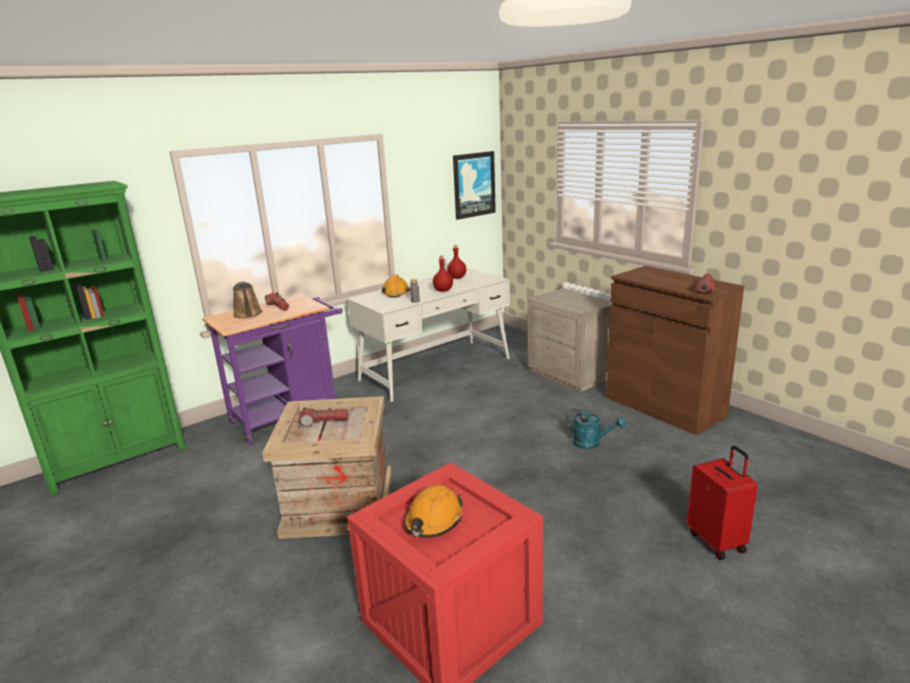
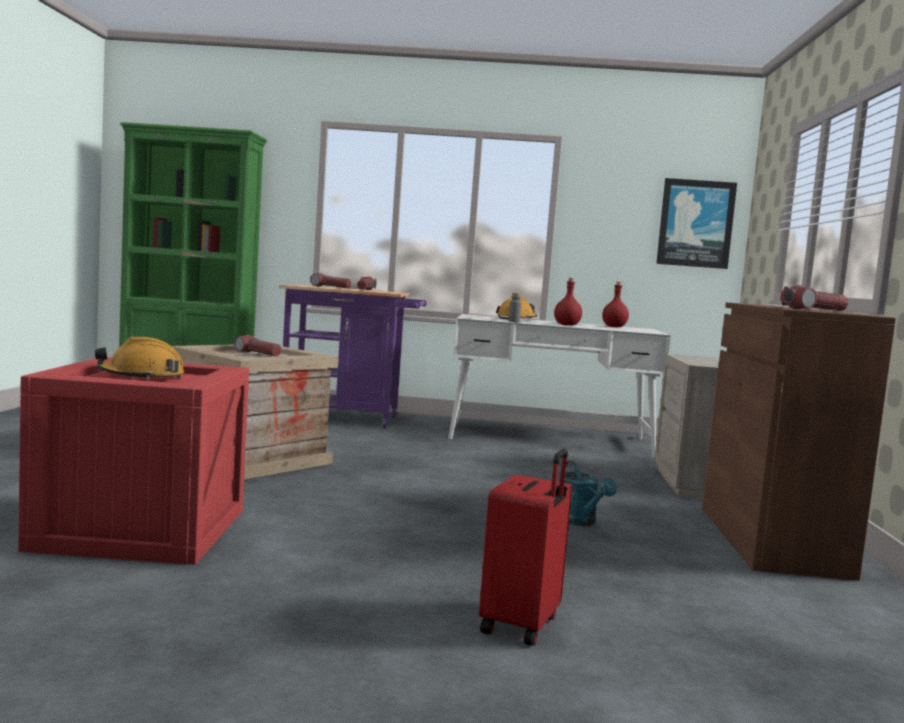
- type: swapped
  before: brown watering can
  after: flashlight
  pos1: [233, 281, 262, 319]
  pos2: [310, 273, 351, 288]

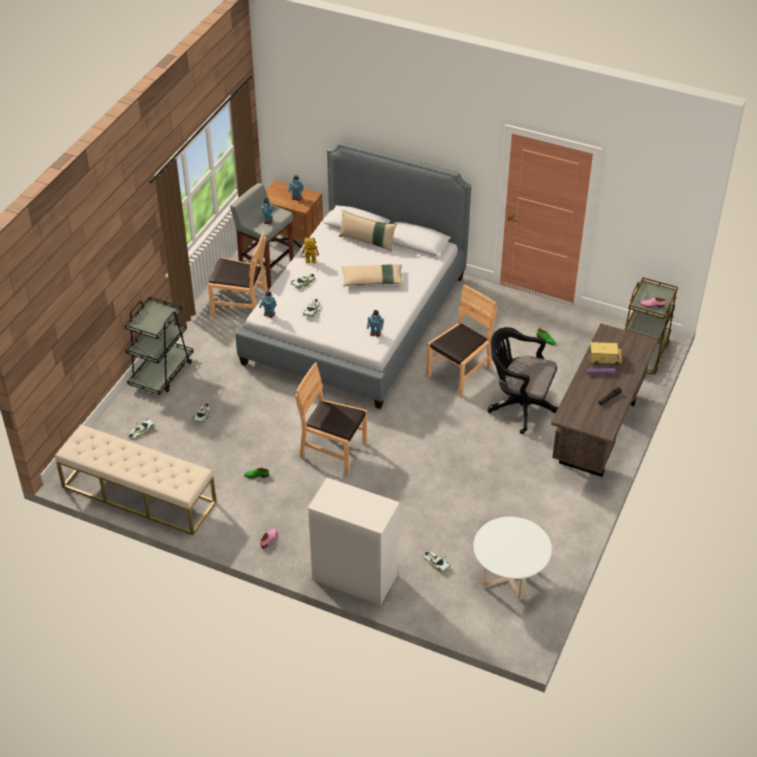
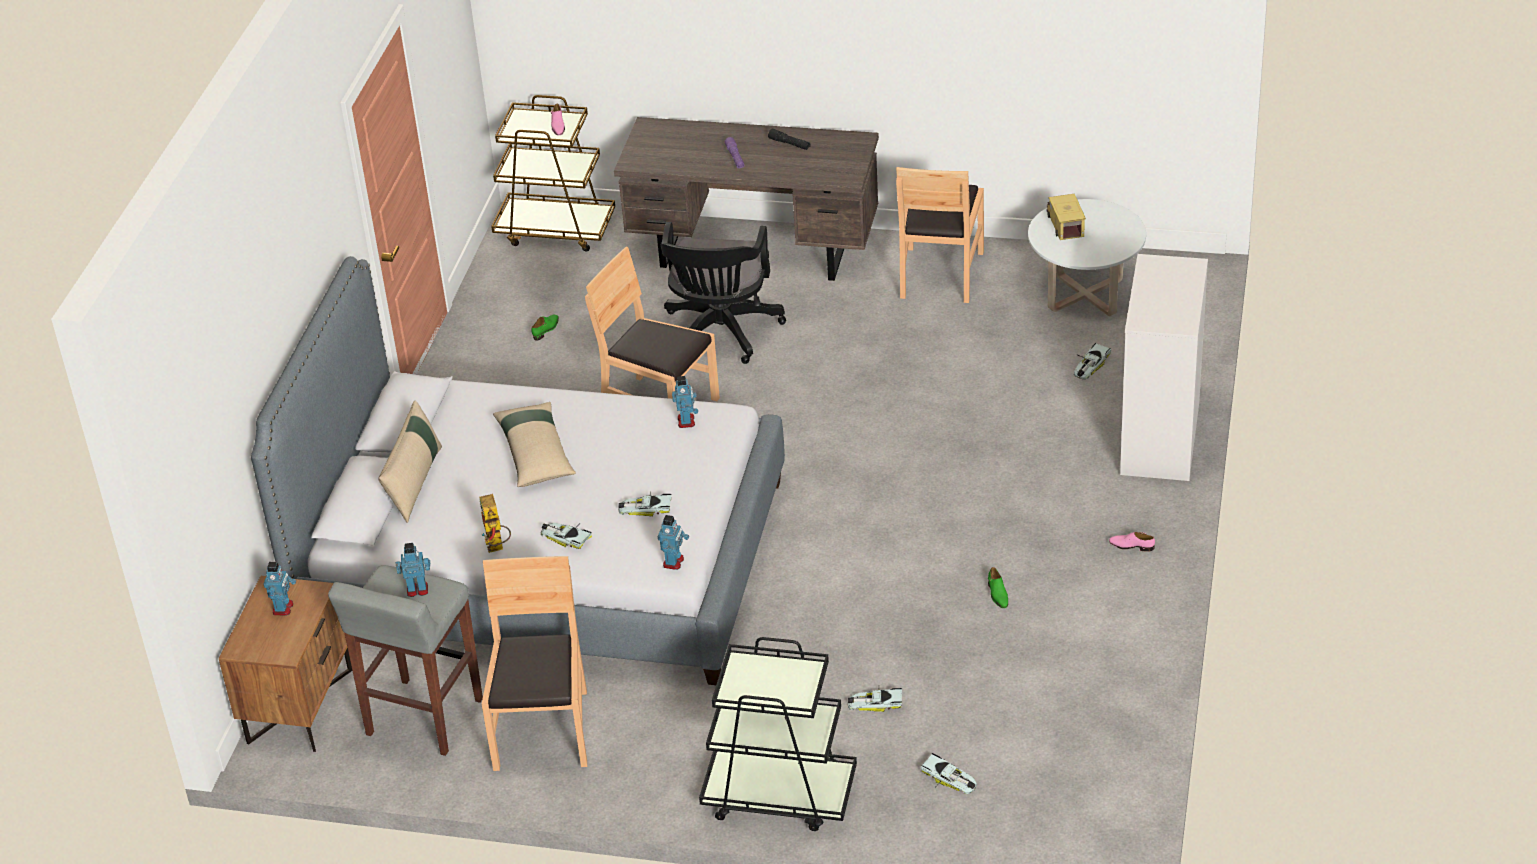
- type: gone
  before: beige bench
  pos1: [55, 424, 217, 535]
- type: shifted
  before: brown chair
  pos1: [295, 362, 367, 475]
  pos2: [896, 167, 984, 303]
- type: shifted
  before: toy truck
  pos1: [589, 342, 623, 365]
  pos2: [1046, 194, 1086, 240]

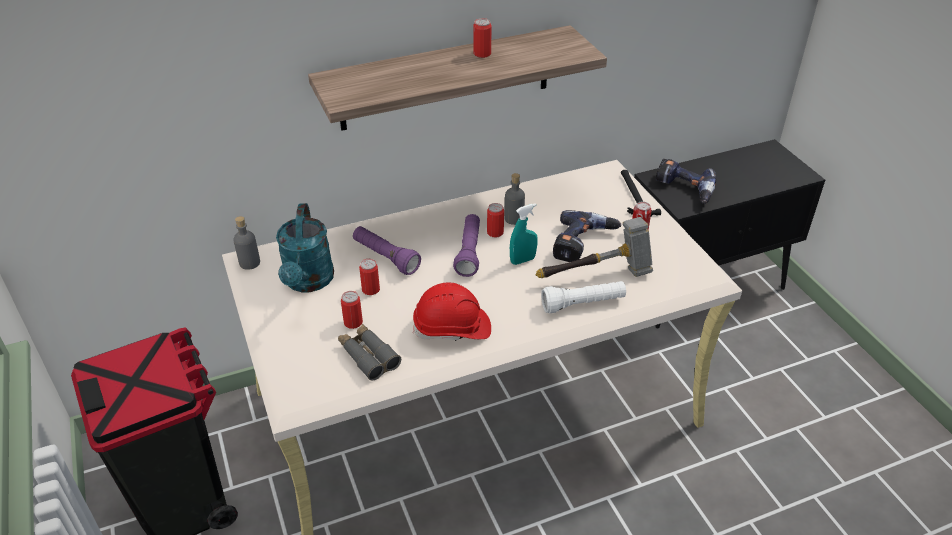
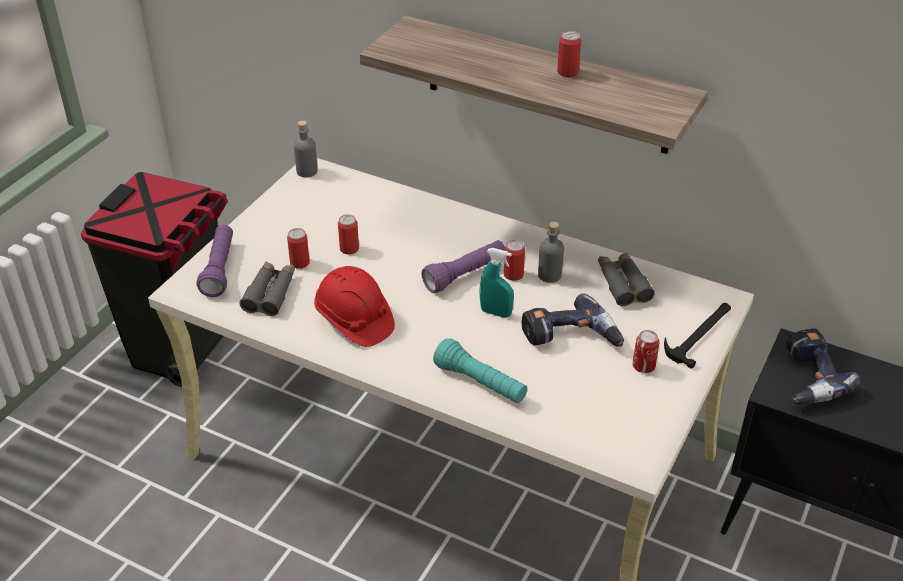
- type: gone
  before: turquoise watering can
  pos1: [276, 203, 334, 293]
- type: gone
  before: hammer
  pos1: [536, 217, 653, 278]
- type: new
  after: grey binoculars
  pos2: [598, 252, 655, 306]
- type: shifted
  before: purple flashlight
  pos1: [353, 226, 421, 275]
  pos2: [197, 225, 233, 297]
- type: repainted
  before: white flashlight
  after: turquoise flashlight
  pos1: [541, 281, 626, 314]
  pos2: [433, 338, 527, 403]

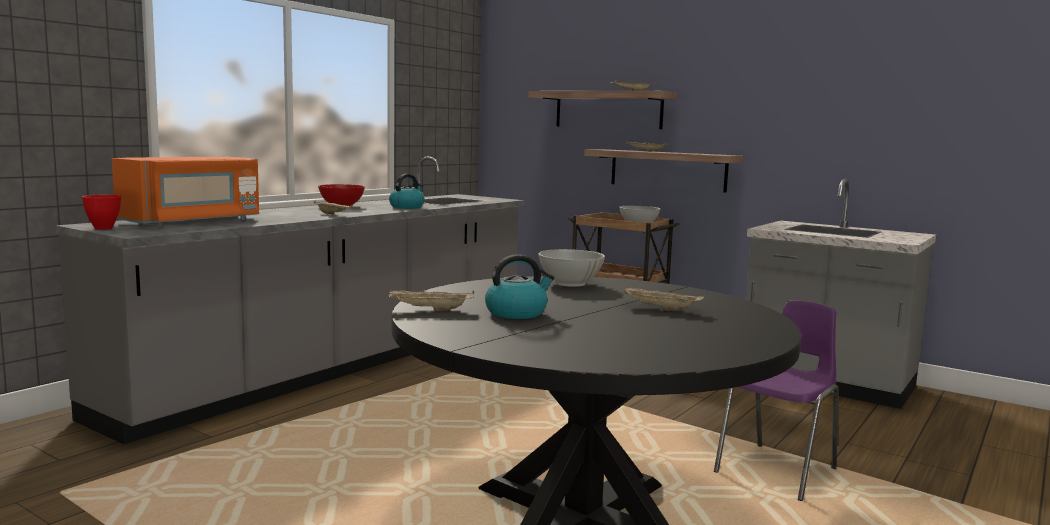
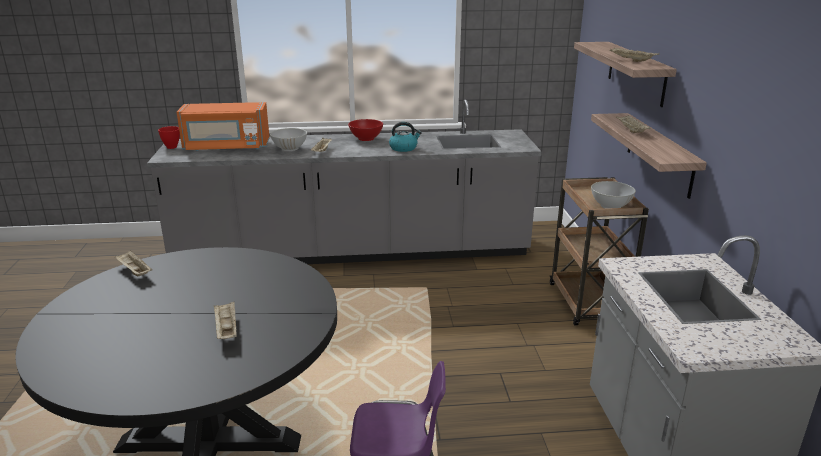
- type: gone
  before: kettle
  pos1: [485, 254, 554, 319]
- type: shifted
  before: white bowl
  pos1: [538, 249, 605, 287]
  pos2: [270, 128, 307, 151]

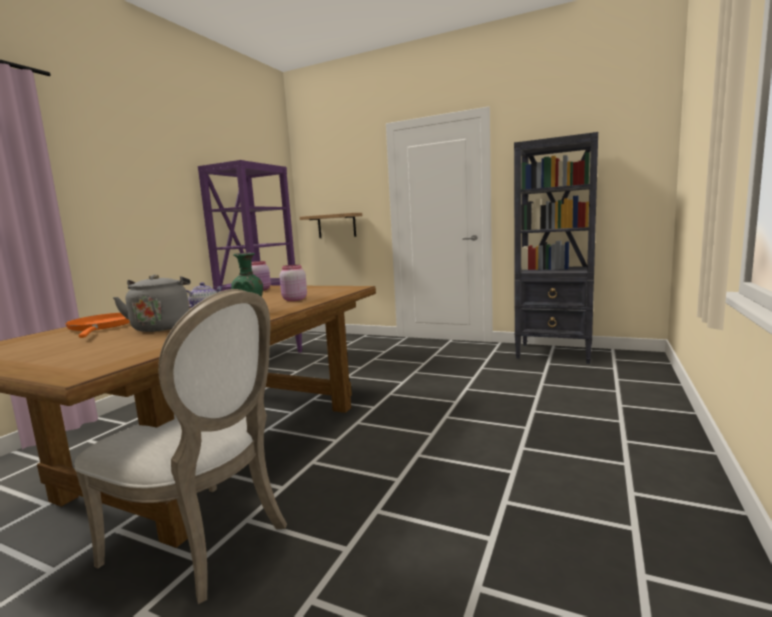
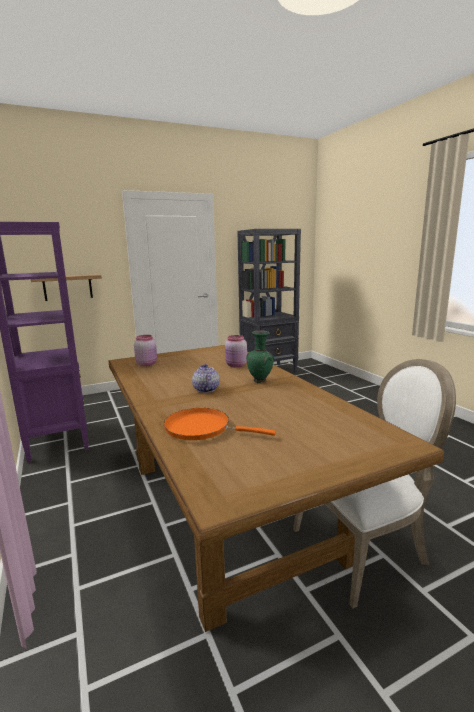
- type: gone
  before: grey kettle
  pos1: [113, 275, 190, 332]

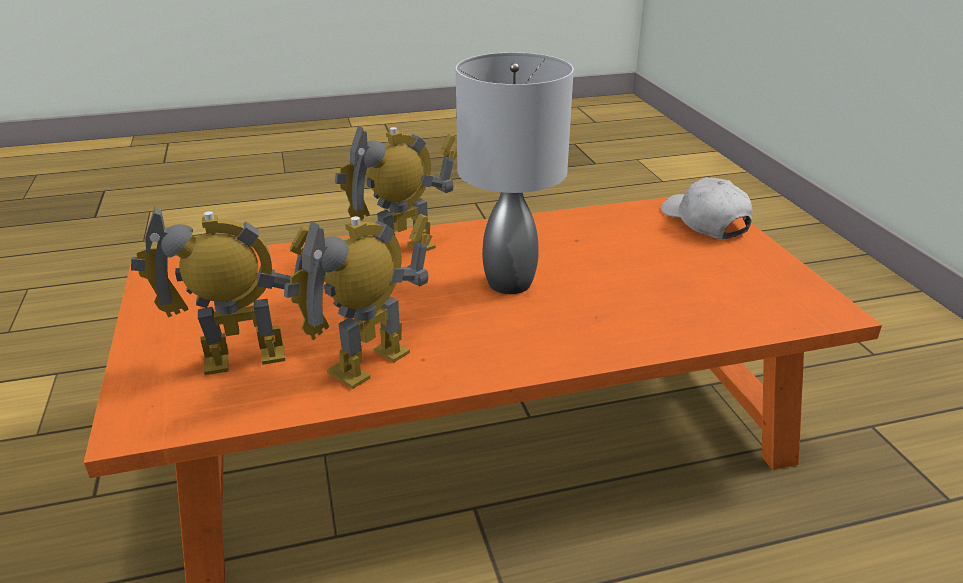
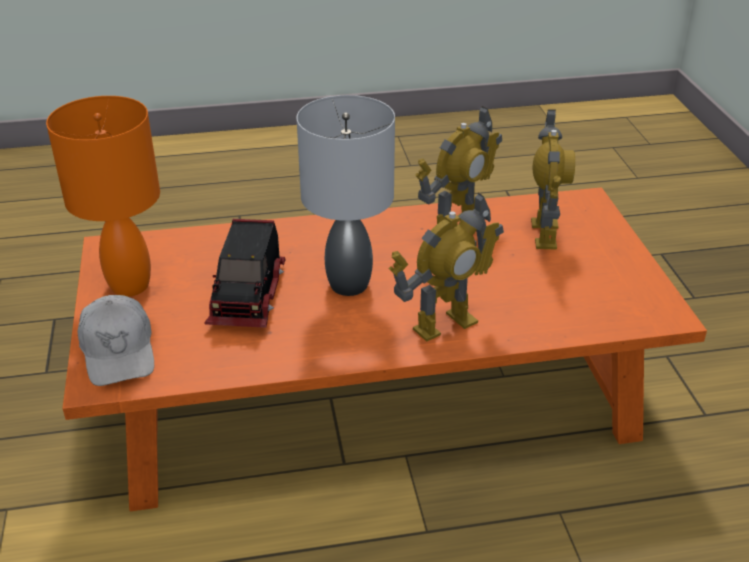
- type: new
  after: orange table lamp
  pos2: [46, 96, 160, 297]
- type: new
  after: toy truck
  pos2: [204, 219, 286, 328]
- type: rotated
  before: toy robot
  pos1: [131, 206, 309, 375]
  pos2: [531, 109, 575, 250]
  turn: -75

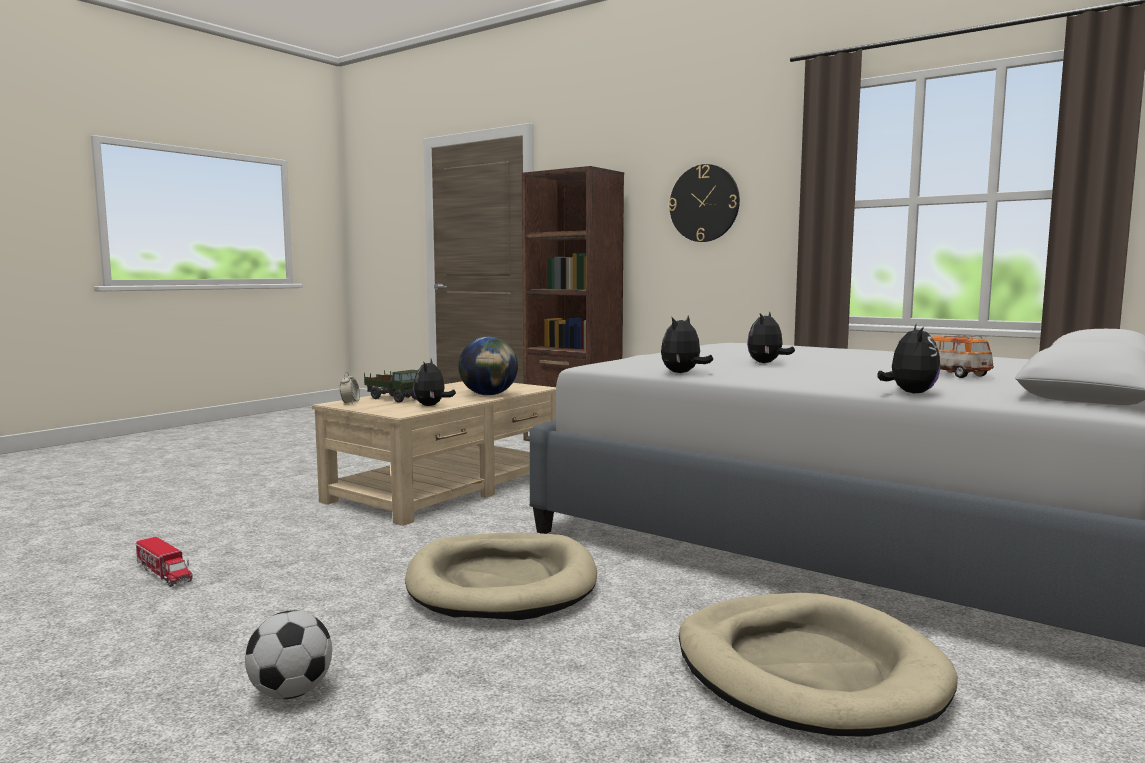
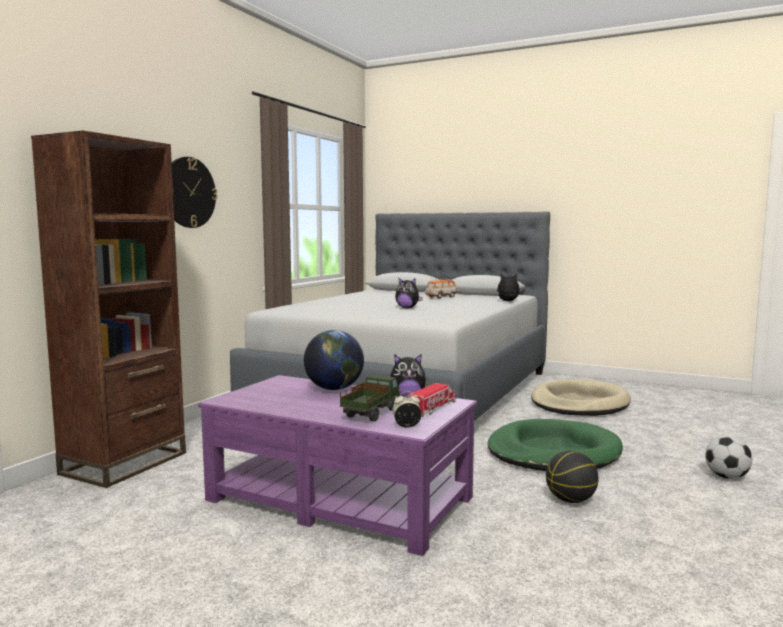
- type: gone
  before: plush toy
  pos1: [661, 316, 713, 373]
- type: new
  after: basketball
  pos2: [546, 451, 599, 503]
- type: shifted
  before: toy truck
  pos1: [136, 536, 193, 587]
  pos2: [408, 383, 457, 417]
- type: repainted
  before: beige coffee table
  after: purple coffee table
  pos1: [312, 381, 556, 526]
  pos2: [198, 375, 477, 556]
- type: repainted
  before: beige dog bed
  after: green dog bed
  pos1: [405, 533, 597, 620]
  pos2: [488, 419, 623, 471]

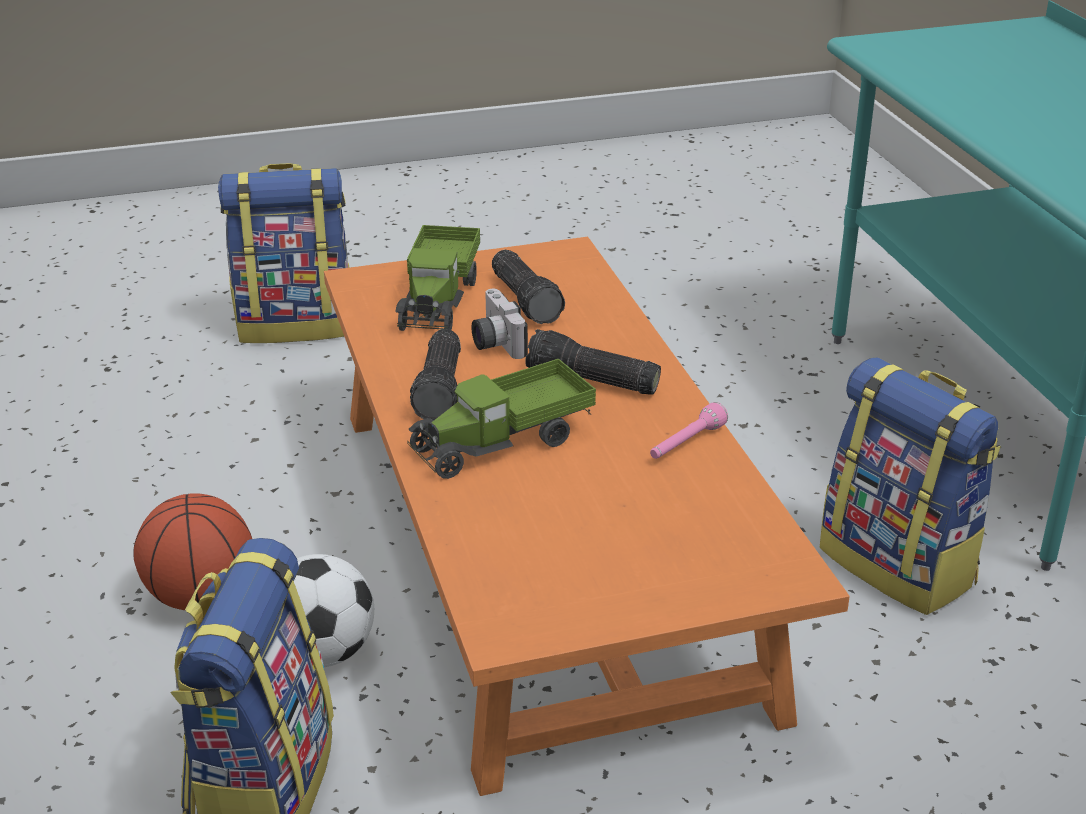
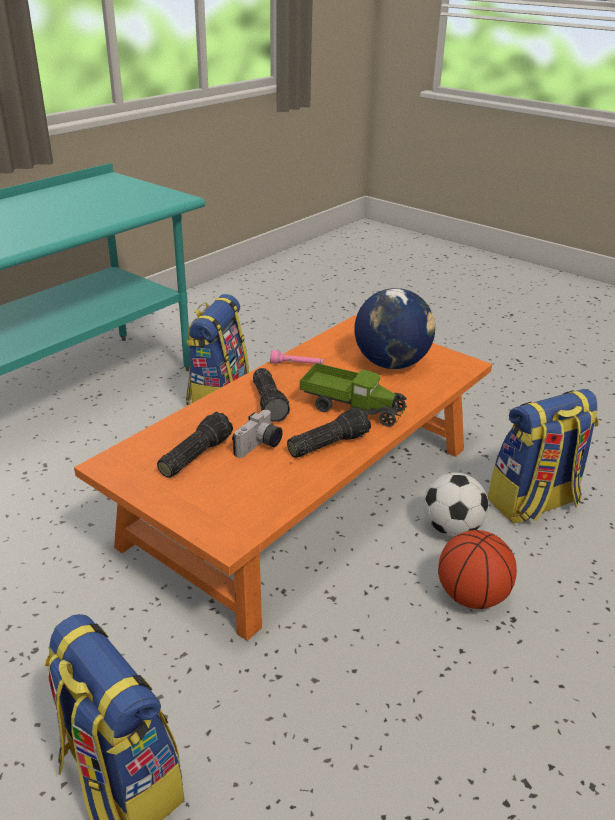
- type: gone
  before: toy truck
  pos1: [395, 225, 480, 331]
- type: new
  after: globe
  pos2: [354, 288, 435, 369]

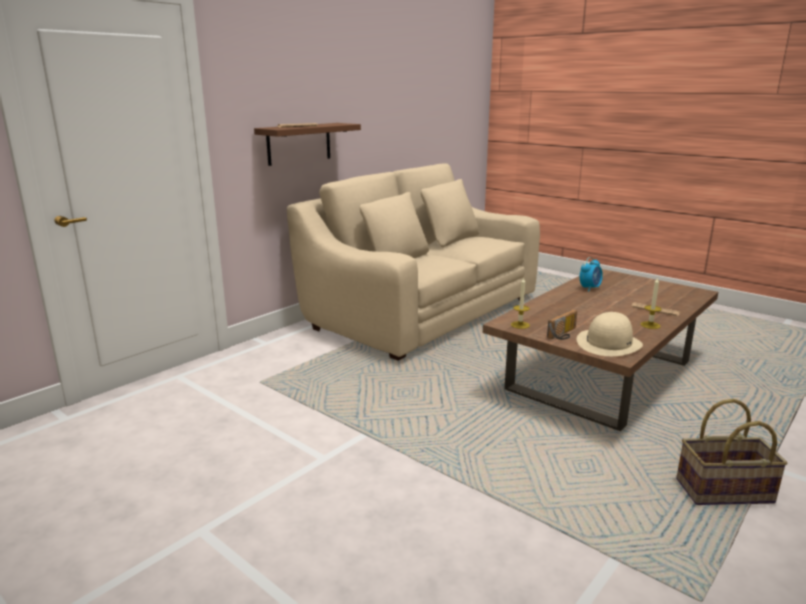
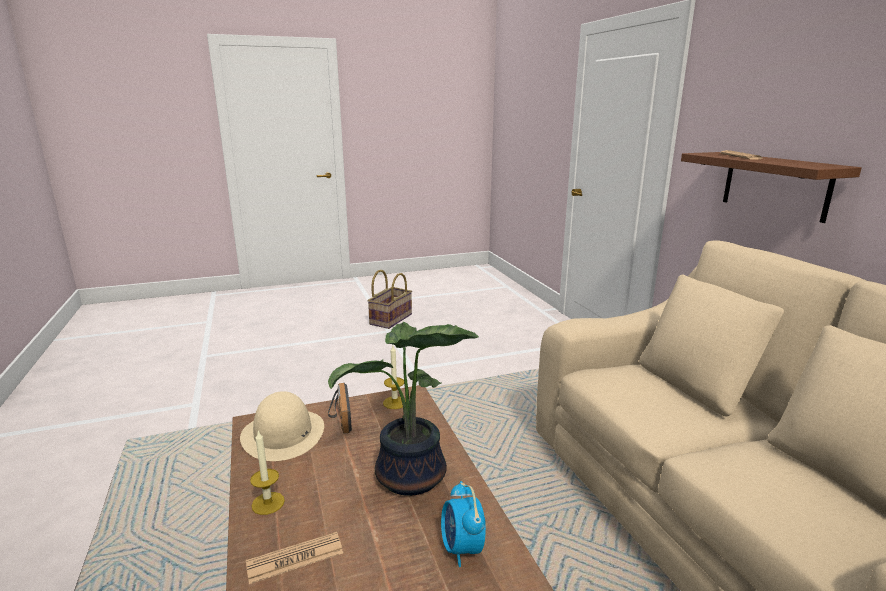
- type: new
  after: potted plant
  pos2: [328, 322, 479, 496]
- type: shifted
  before: basket
  pos1: [676, 399, 788, 505]
  pos2: [367, 270, 412, 329]

